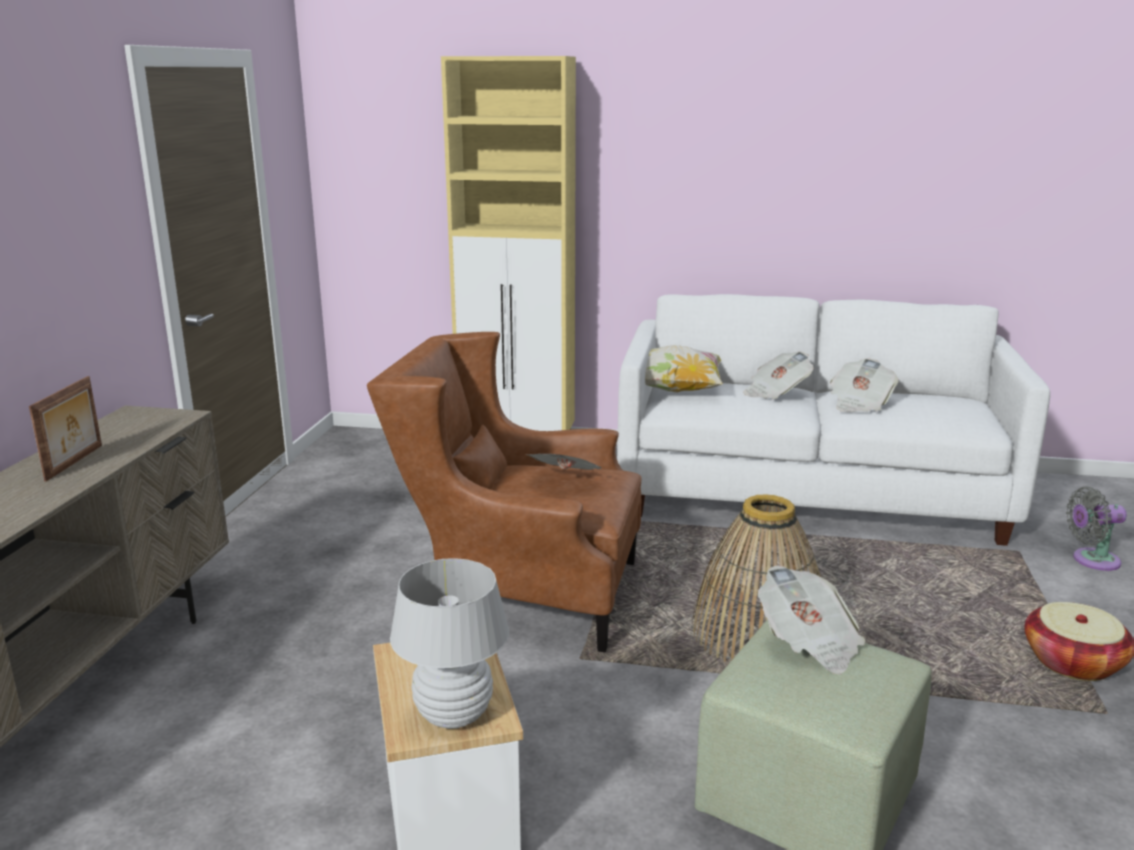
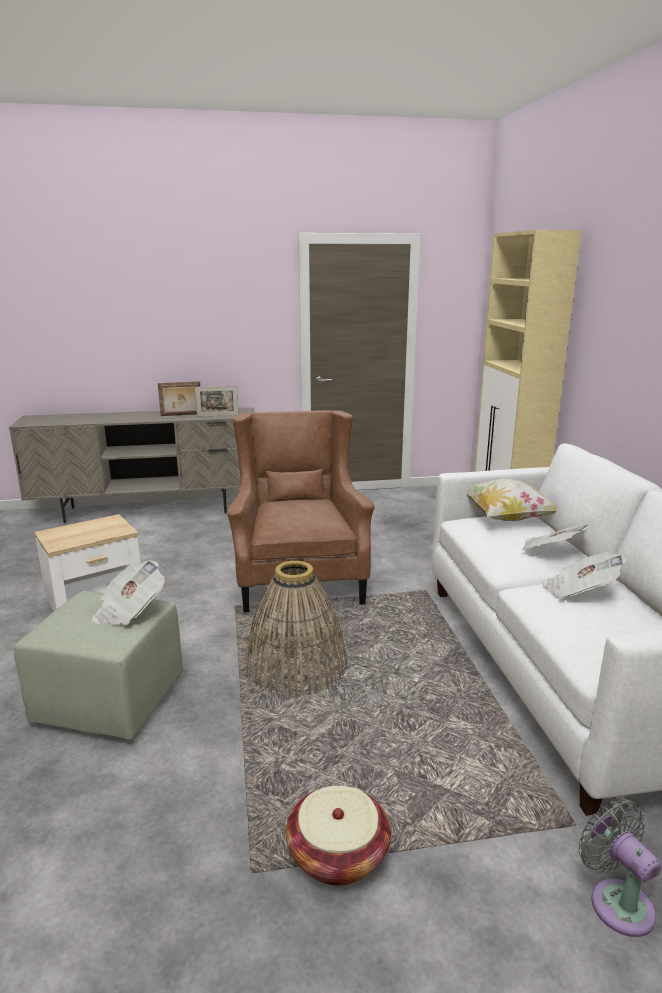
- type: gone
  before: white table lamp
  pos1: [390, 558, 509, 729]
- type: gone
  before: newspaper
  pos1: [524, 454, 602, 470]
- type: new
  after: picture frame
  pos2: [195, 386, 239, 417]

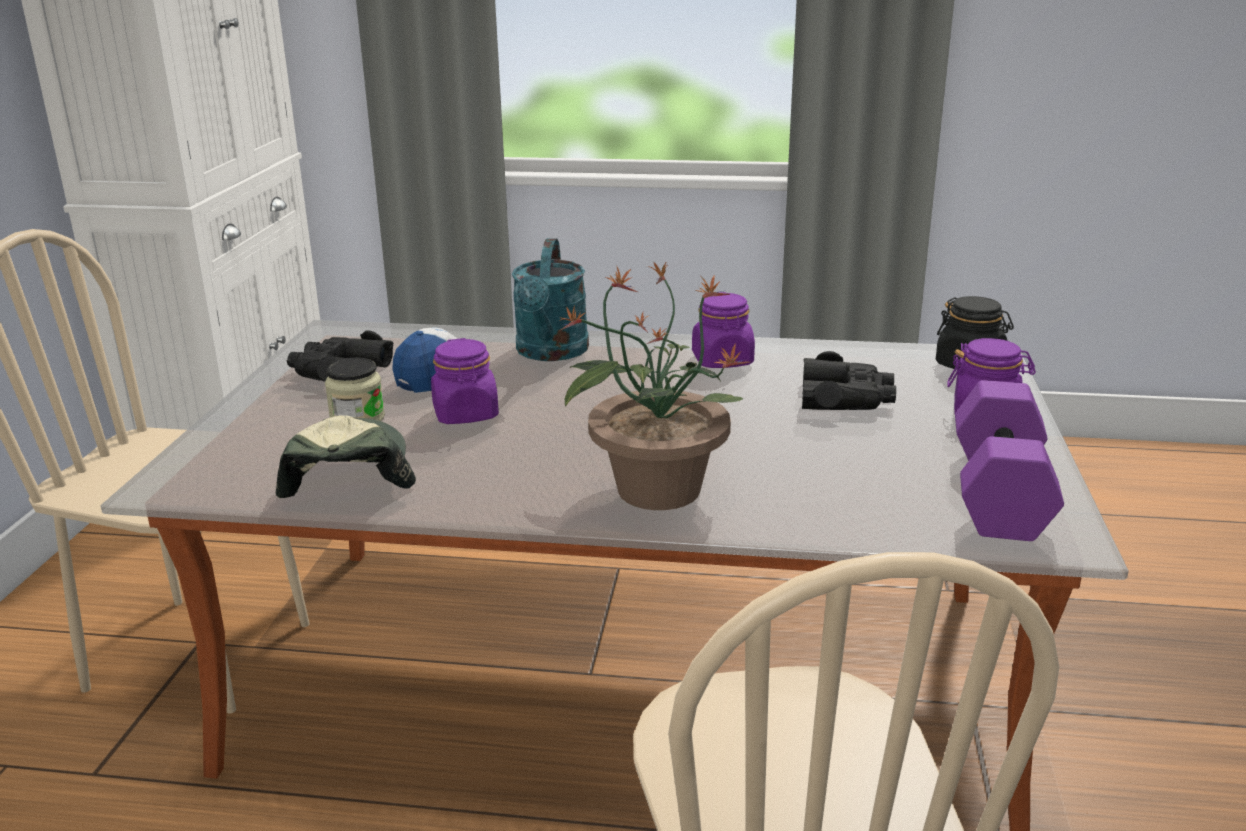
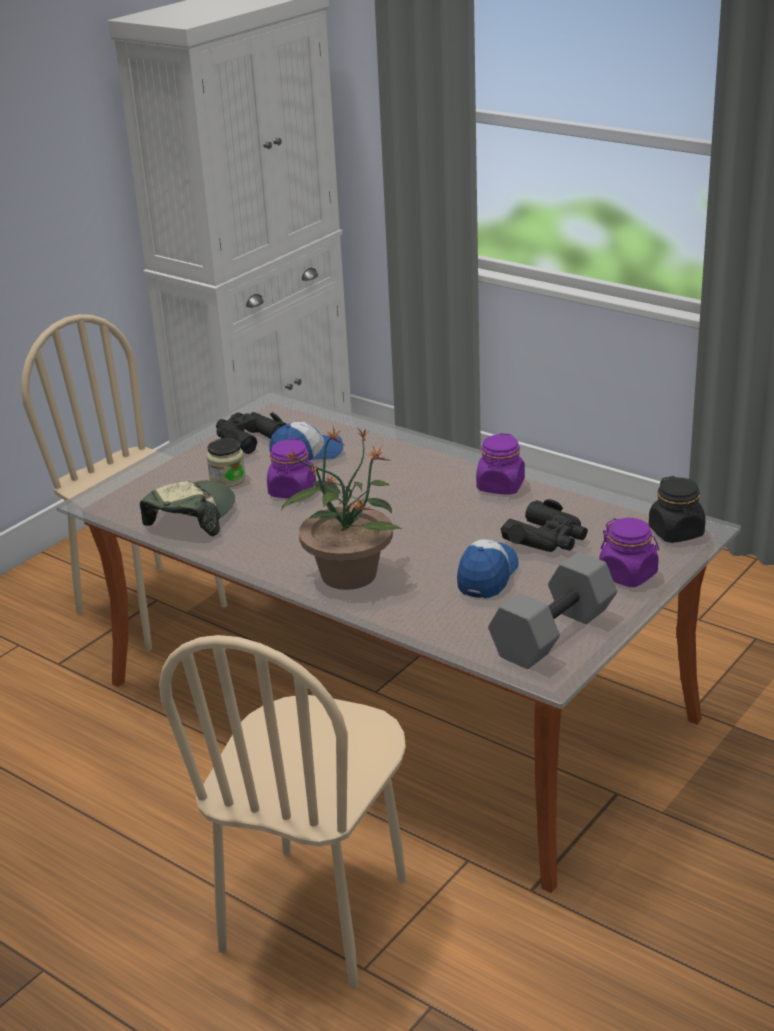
- type: gone
  before: turquoise watering can
  pos1: [512, 238, 589, 361]
- type: new
  after: cap
  pos2: [457, 539, 519, 599]
- type: repainted
  before: purple dumbbell
  after: grey dumbbell
  pos1: [955, 380, 1064, 541]
  pos2: [488, 552, 617, 669]

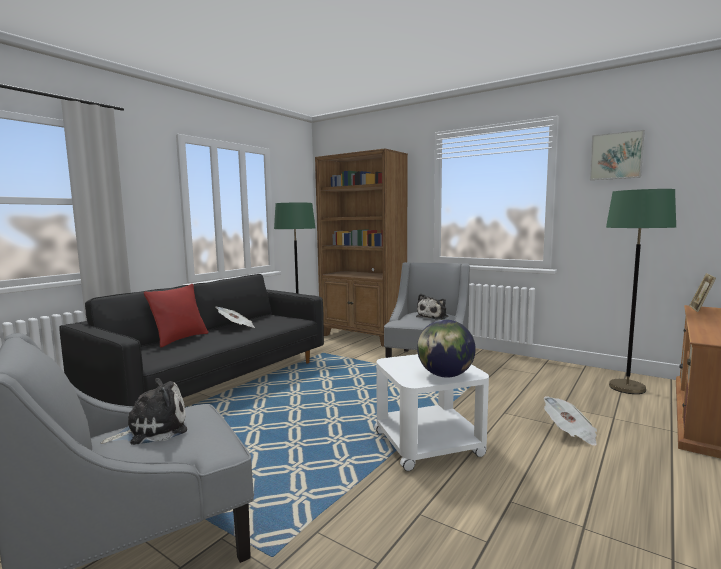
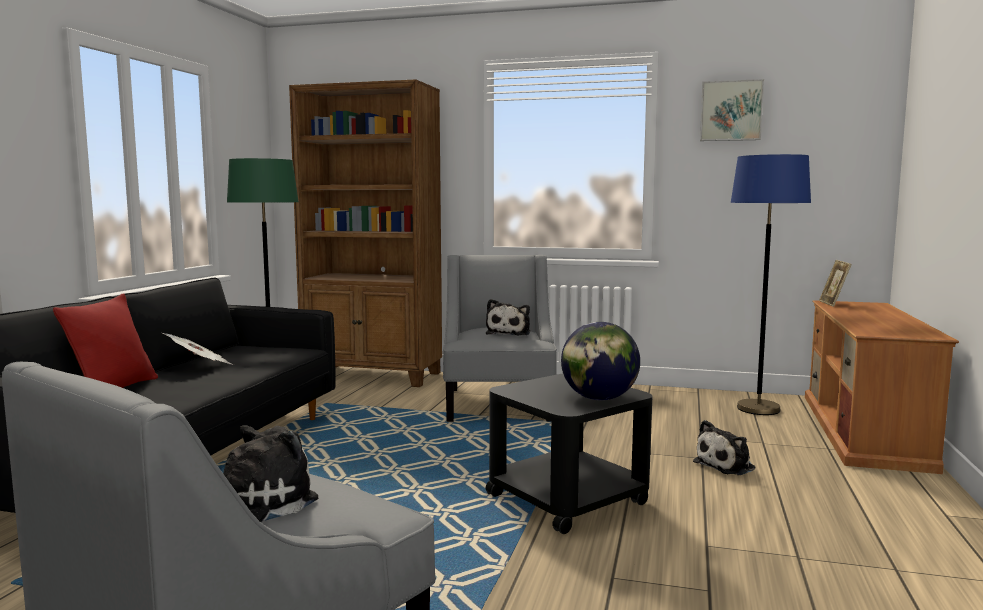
- type: swapped
  before: newspaper
  after: plush toy
  pos1: [544, 396, 597, 446]
  pos2: [693, 420, 756, 475]
- type: repainted
  before: white side table
  after: black side table
  pos1: [374, 354, 489, 471]
  pos2: [485, 373, 652, 534]
- type: repainted
  before: green floor lamp
  after: blue floor lamp
  pos1: [606, 189, 676, 394]
  pos2: [731, 154, 811, 415]

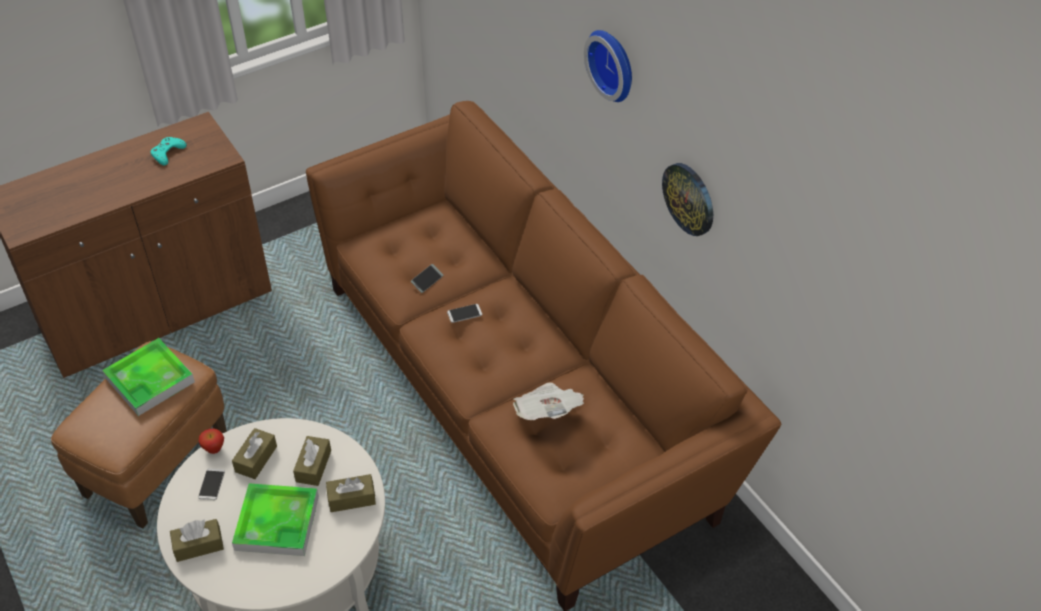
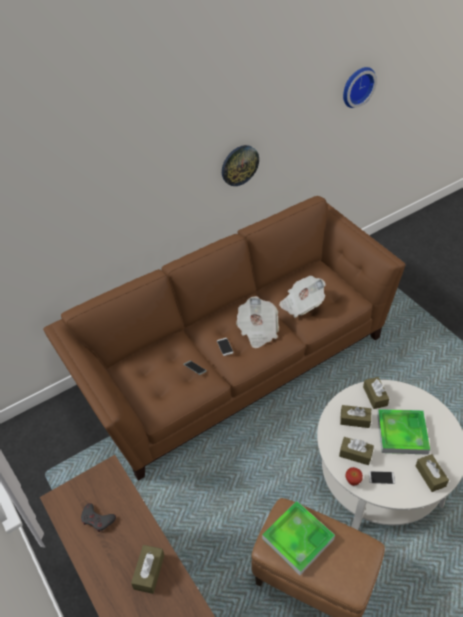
- type: new
  after: brown tissue box
  pos2: [131, 545, 164, 594]
- type: new
  after: newspaper
  pos2: [236, 296, 279, 348]
- type: shifted
  before: wall clock
  pos1: [584, 30, 632, 102]
  pos2: [343, 67, 377, 108]
- type: repainted
  before: turquoise game controller
  after: grey game controller
  pos1: [151, 137, 187, 166]
  pos2: [81, 503, 116, 532]

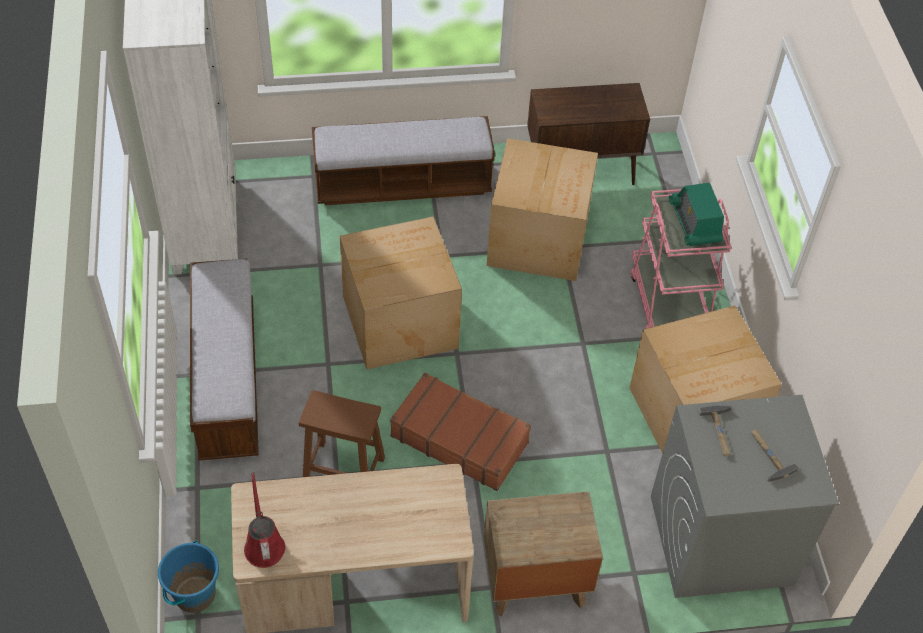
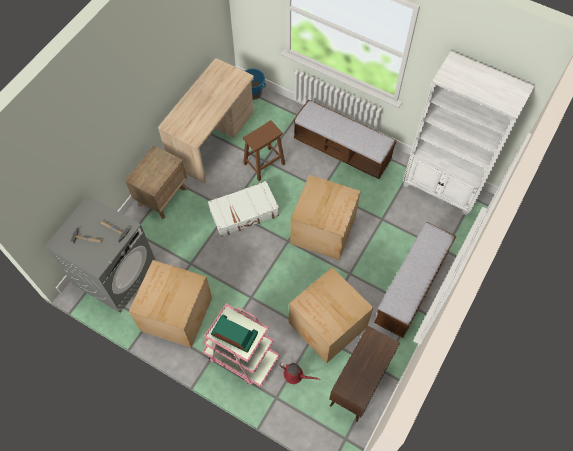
- type: shifted
  before: red watering can
  pos1: [244, 472, 285, 568]
  pos2: [279, 362, 321, 384]
- type: repainted
  before: brown suitcase
  after: white suitcase
  pos1: [390, 373, 531, 491]
  pos2: [208, 181, 279, 236]

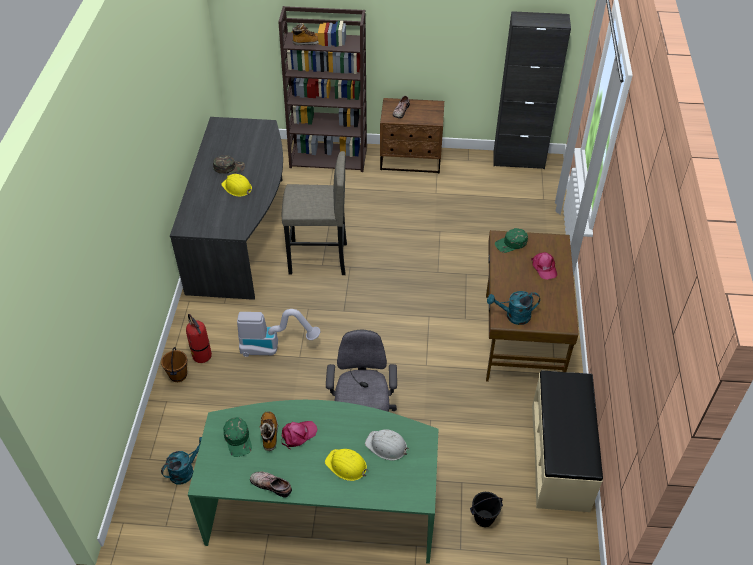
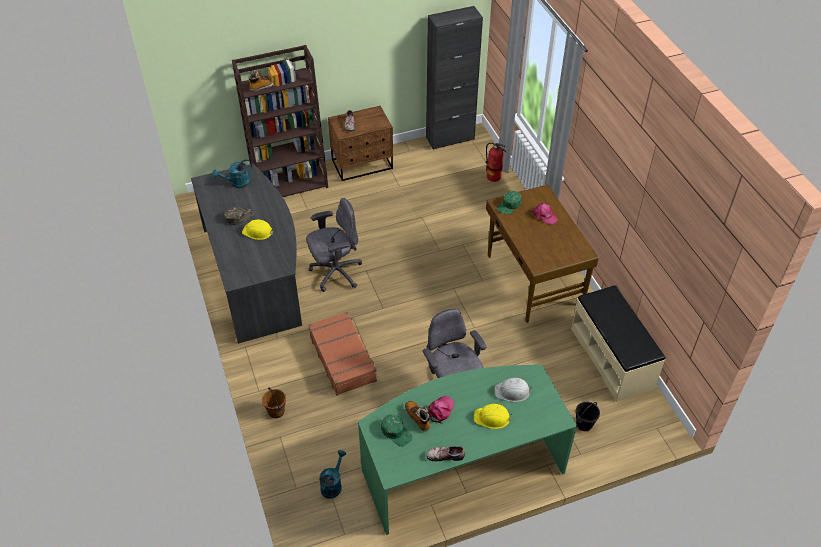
- type: shifted
  before: fire extinguisher
  pos1: [186, 314, 212, 363]
  pos2: [486, 143, 506, 182]
- type: shifted
  before: turquoise watering can
  pos1: [487, 291, 540, 325]
  pos2: [212, 159, 252, 188]
- type: swapped
  before: vacuum cleaner
  after: brown suitcase
  pos1: [237, 309, 320, 357]
  pos2: [308, 312, 377, 395]
- type: swapped
  before: grey stool
  after: grey office chair
  pos1: [282, 151, 347, 275]
  pos2: [306, 198, 362, 292]

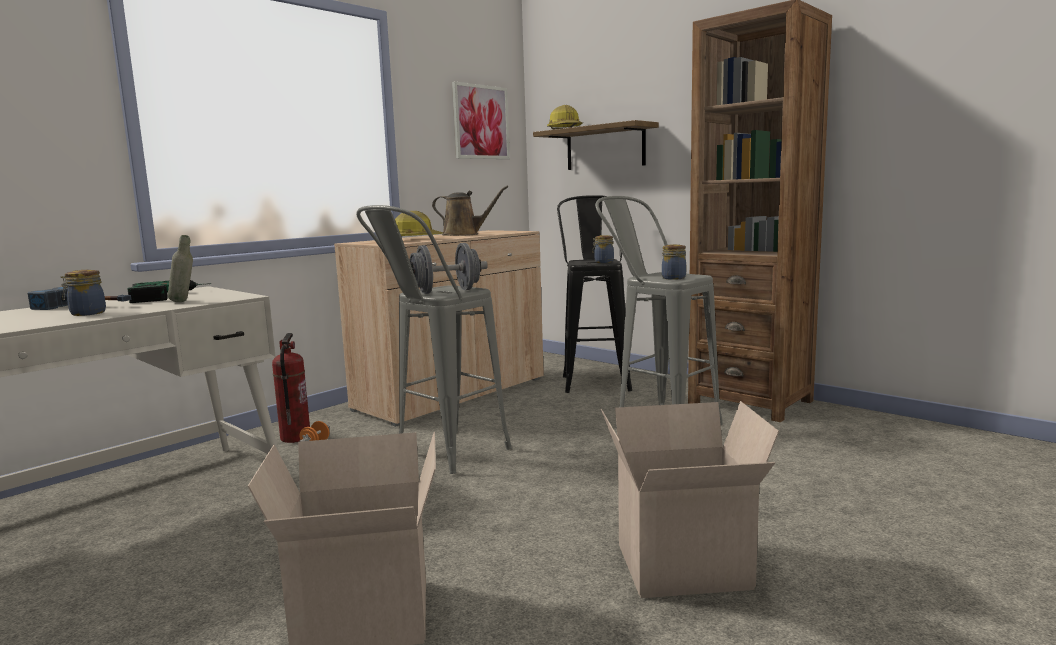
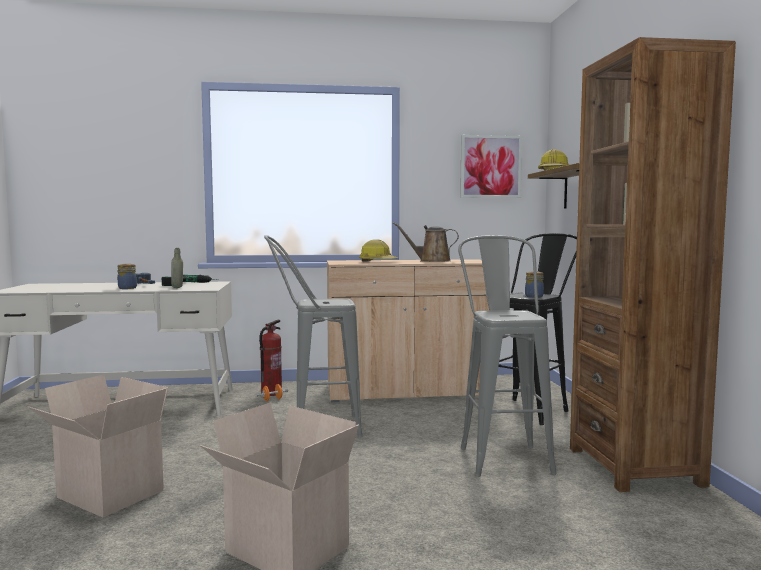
- type: gone
  before: grey dumbbell
  pos1: [410, 243, 488, 294]
- type: gone
  before: jar
  pos1: [662, 244, 686, 280]
- type: rotated
  before: brown watering can
  pos1: [432, 185, 508, 236]
  pos2: [393, 222, 459, 262]
  turn: 135

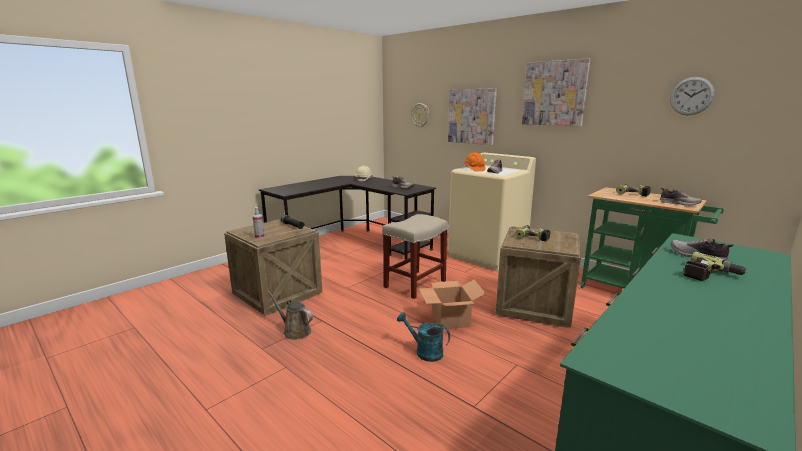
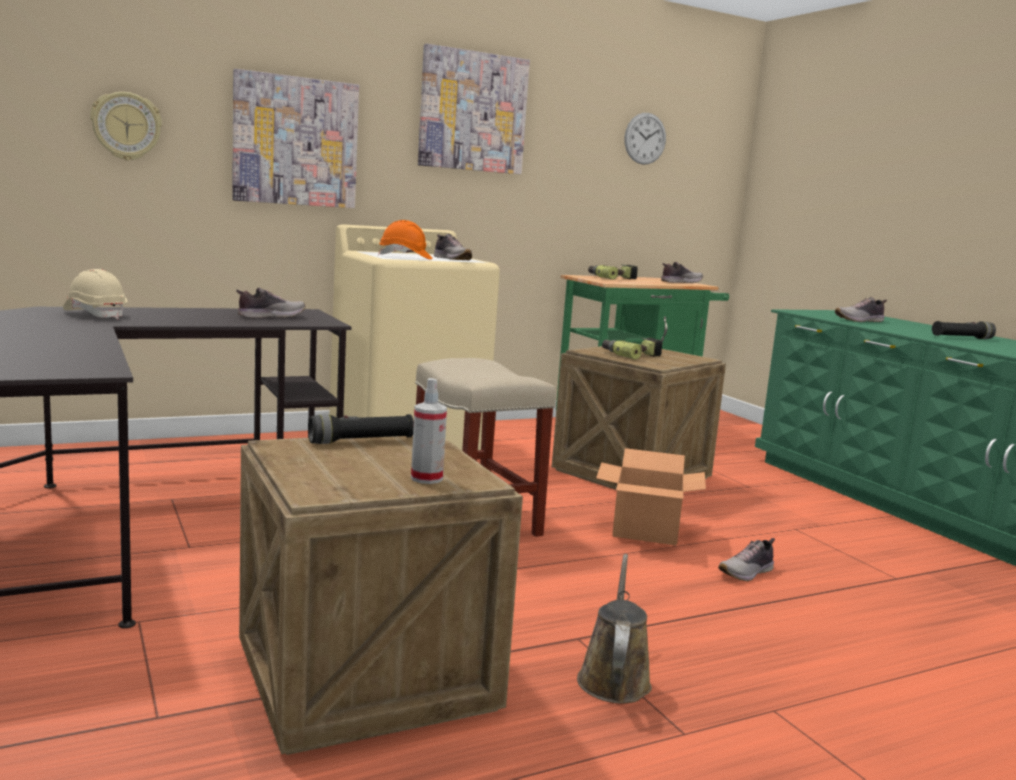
- type: gone
  before: power drill
  pos1: [684, 252, 747, 281]
- type: new
  after: black flashlight
  pos2: [932, 321, 996, 339]
- type: swapped
  before: turquoise watering can
  after: shoe
  pos1: [397, 312, 450, 362]
  pos2: [718, 538, 775, 581]
- type: rotated
  before: brown watering can
  pos1: [268, 291, 313, 340]
  pos2: [577, 554, 652, 703]
  turn: 135

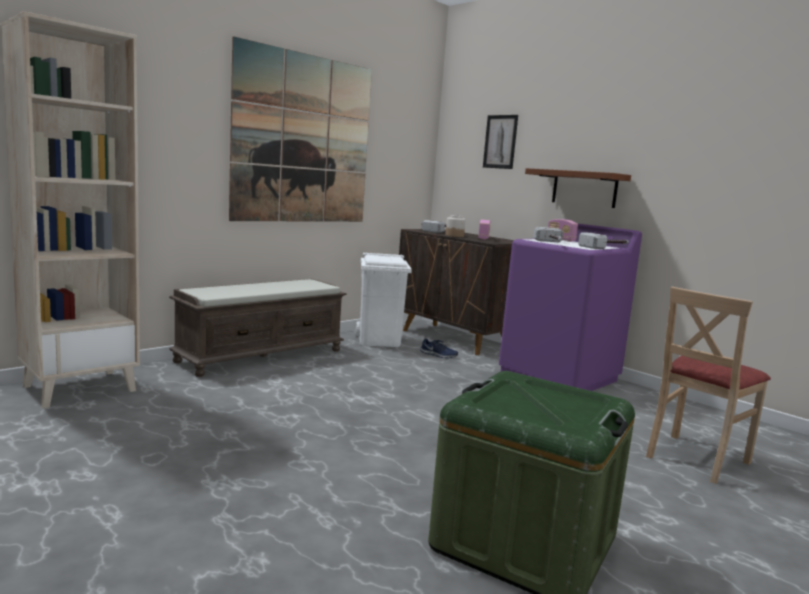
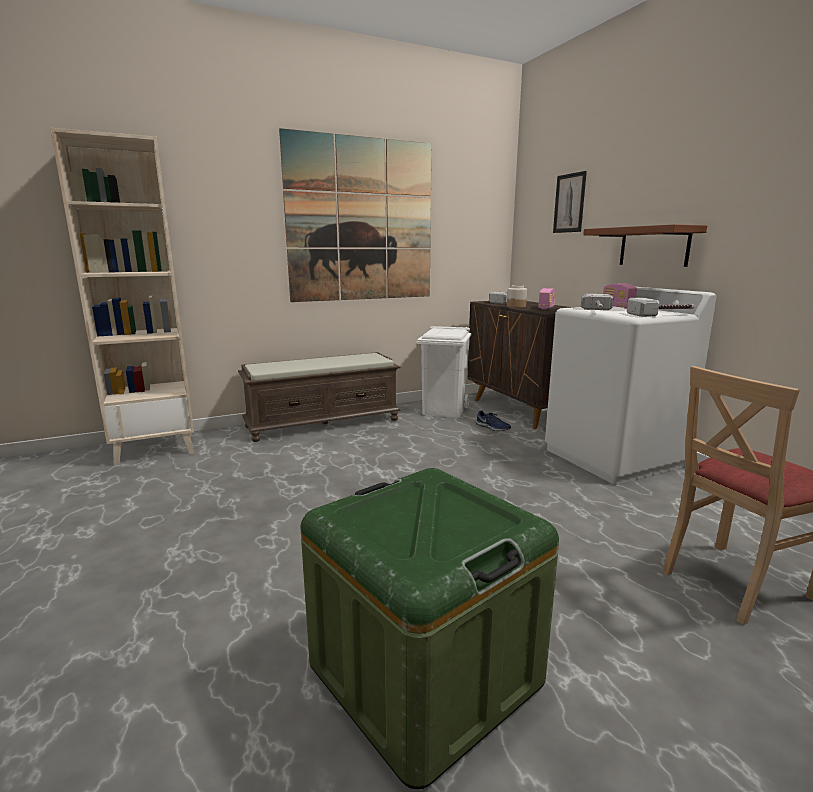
- type: repainted
  before: purple washing machine
  after: white washing machine
  pos1: [499, 223, 642, 391]
  pos2: [545, 287, 716, 485]

